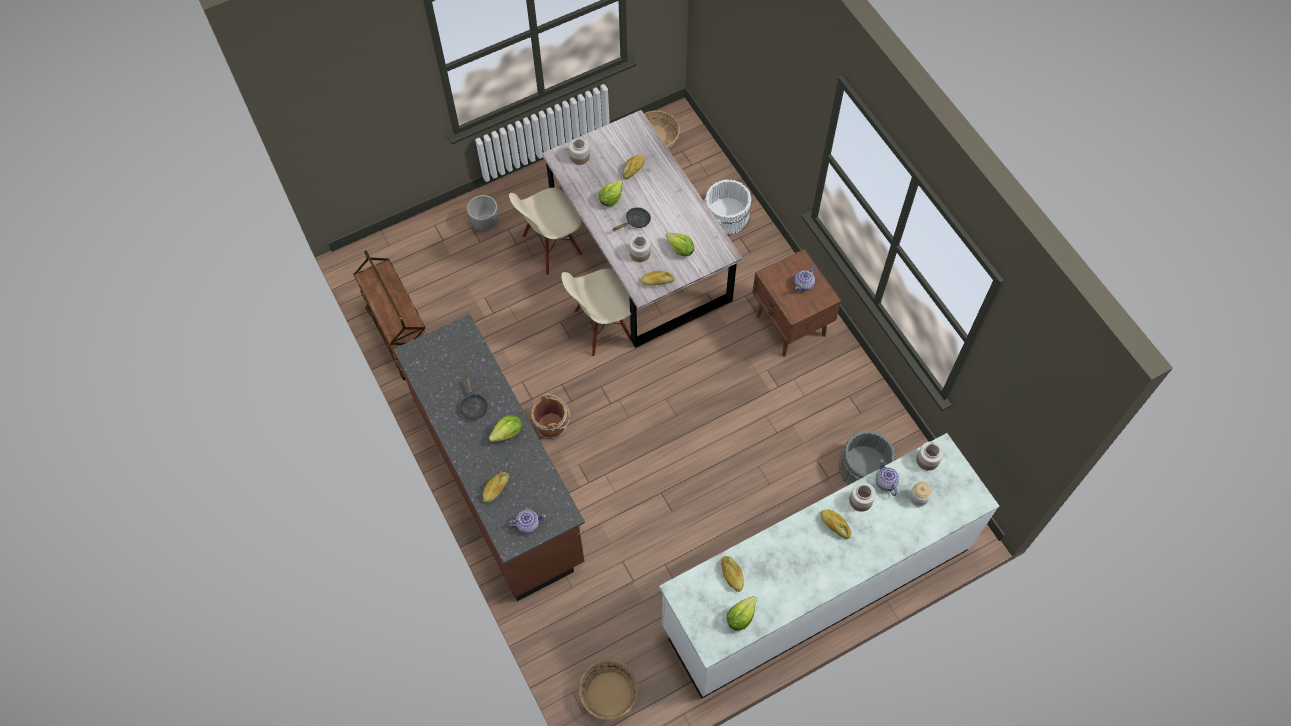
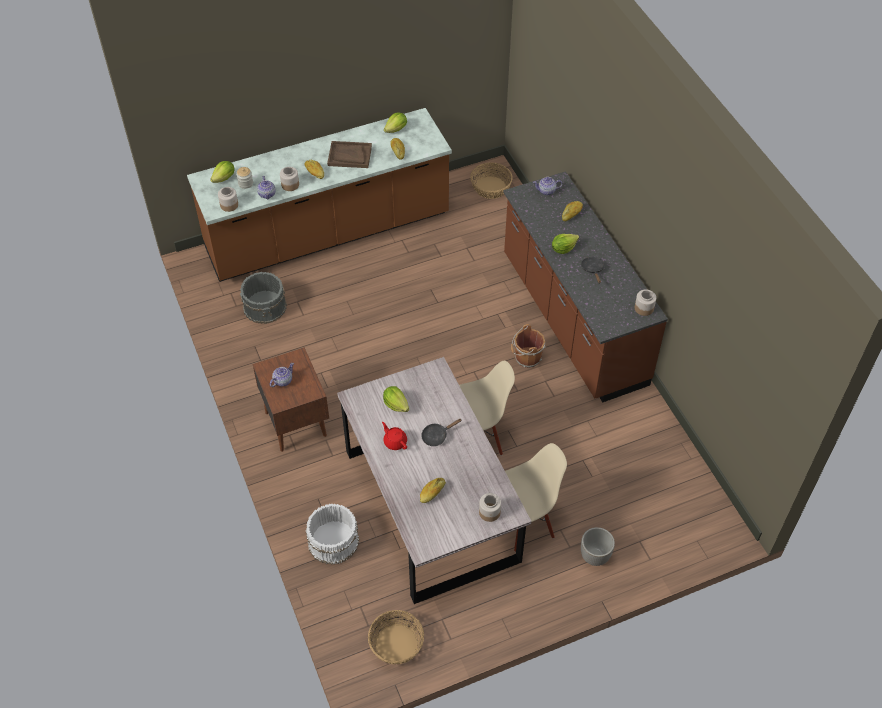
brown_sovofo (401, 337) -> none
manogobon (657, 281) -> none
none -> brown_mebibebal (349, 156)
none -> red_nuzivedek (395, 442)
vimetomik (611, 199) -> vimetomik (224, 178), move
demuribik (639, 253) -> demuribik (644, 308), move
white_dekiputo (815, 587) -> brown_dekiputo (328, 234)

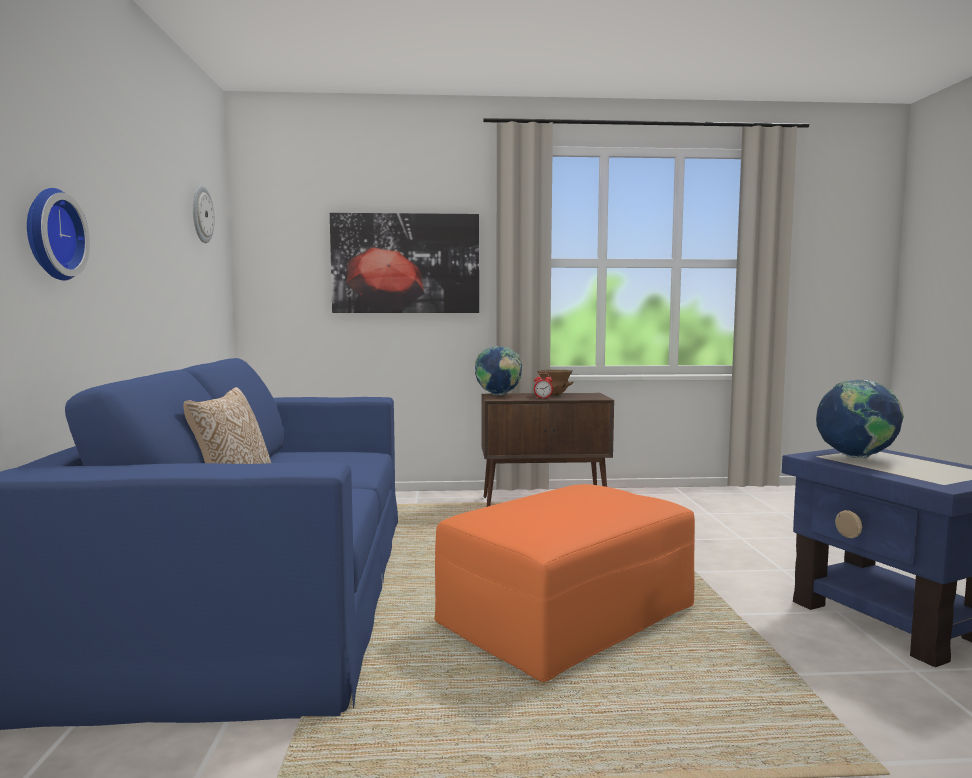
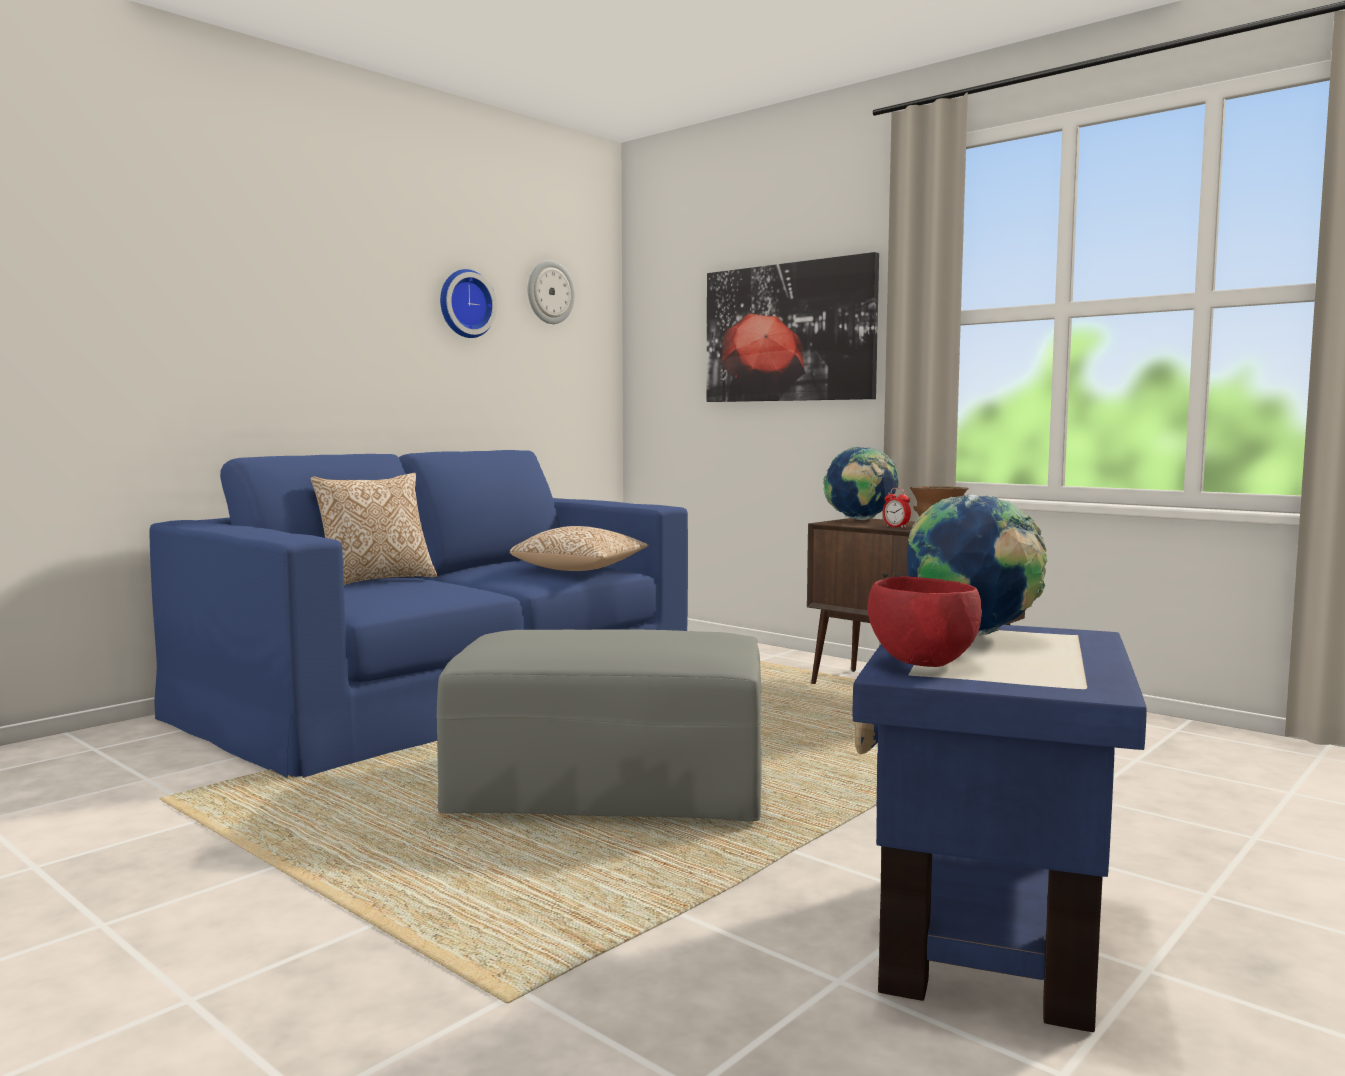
none -> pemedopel (580, 570)
none -> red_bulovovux (921, 662)
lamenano (50, 234) -> lamenano (464, 304), move
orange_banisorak (567, 617) -> grey_banisorak (611, 787)

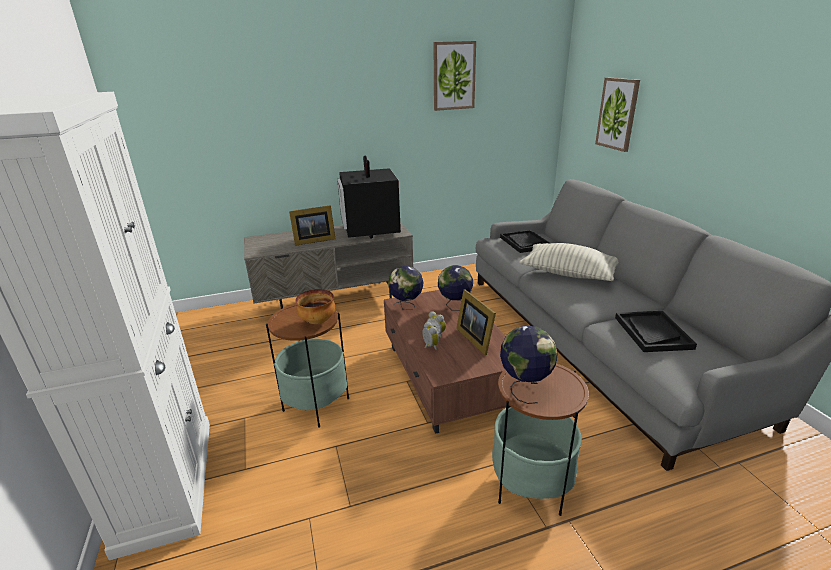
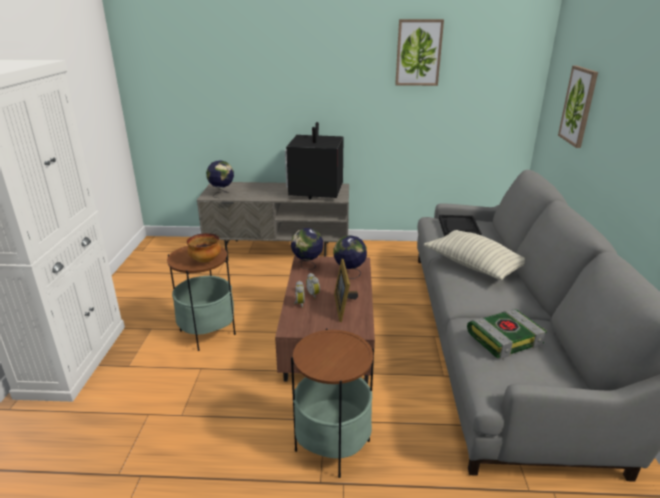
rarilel (313, 240) -> none
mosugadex (524, 388) -> mosugadex (222, 194), move
black_mebibebal (652, 332) -> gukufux (504, 338)

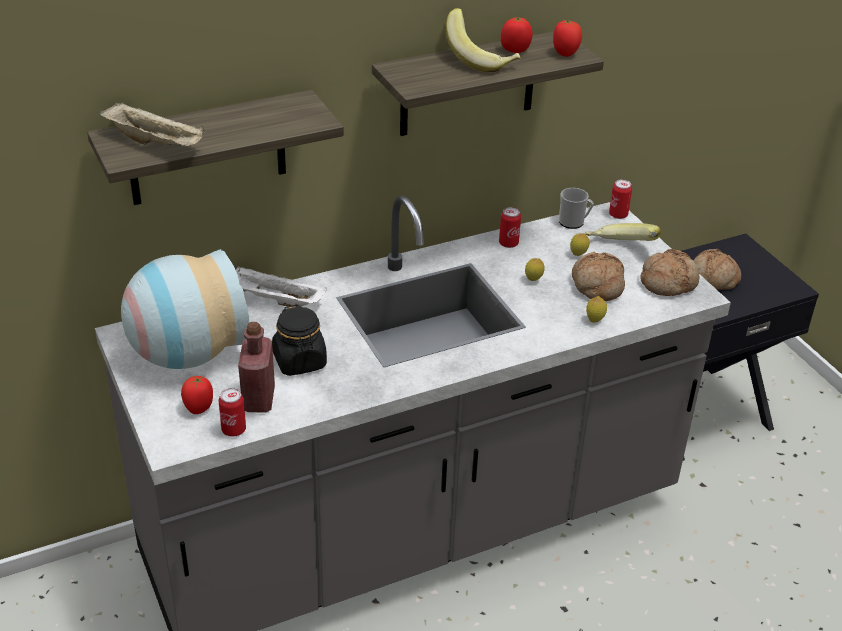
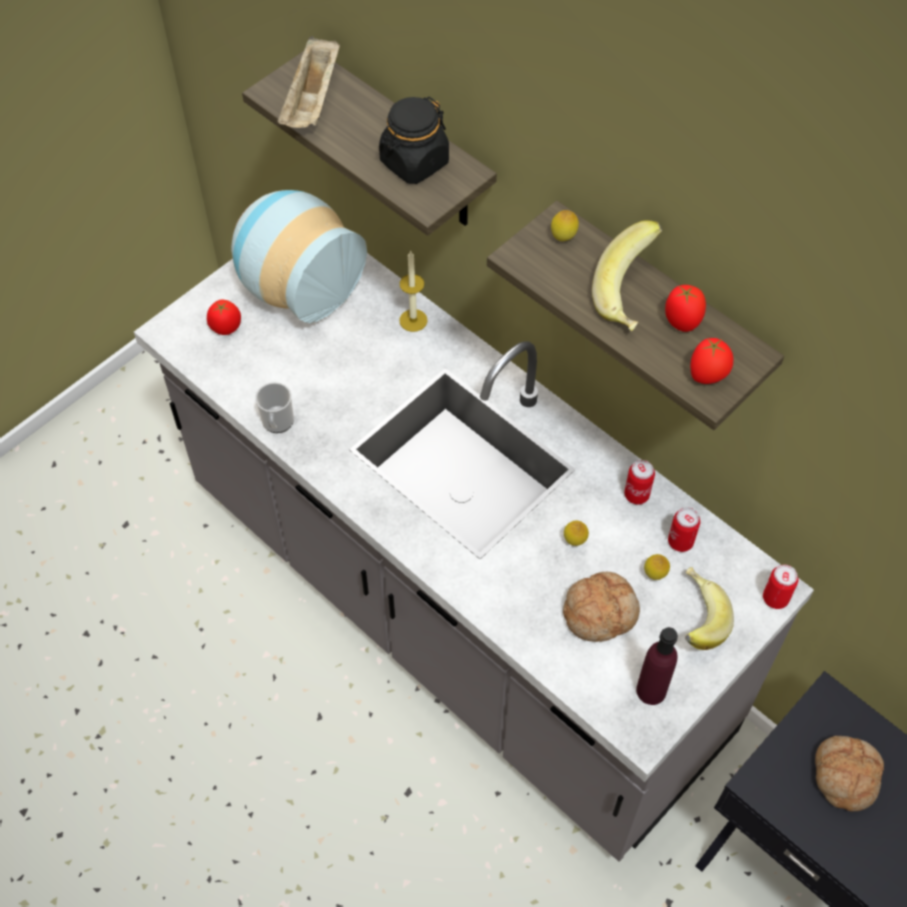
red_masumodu (258, 399) -> none
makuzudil (233, 430) -> makuzudil (680, 541), move
black_demuribik (300, 361) -> black_demuribik (414, 162), move
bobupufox (574, 222) -> bobupufox (277, 423), move
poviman (594, 320) -> poviman (563, 238), move
white_mebibebal (275, 300) -> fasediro (413, 320)
manogobon (668, 282) -> purple_masumodu (651, 690)

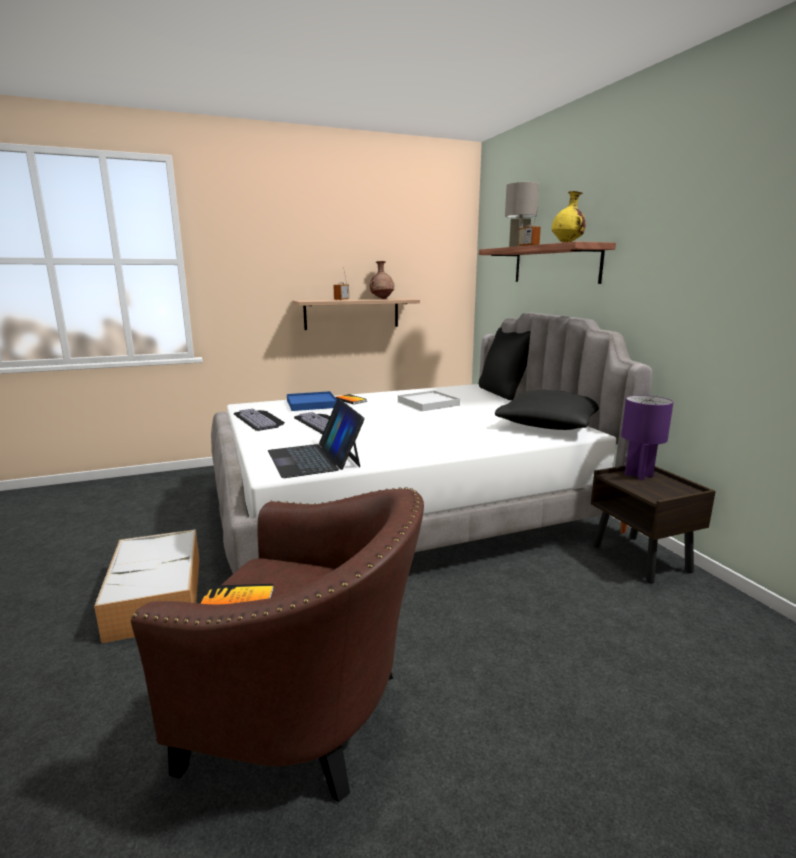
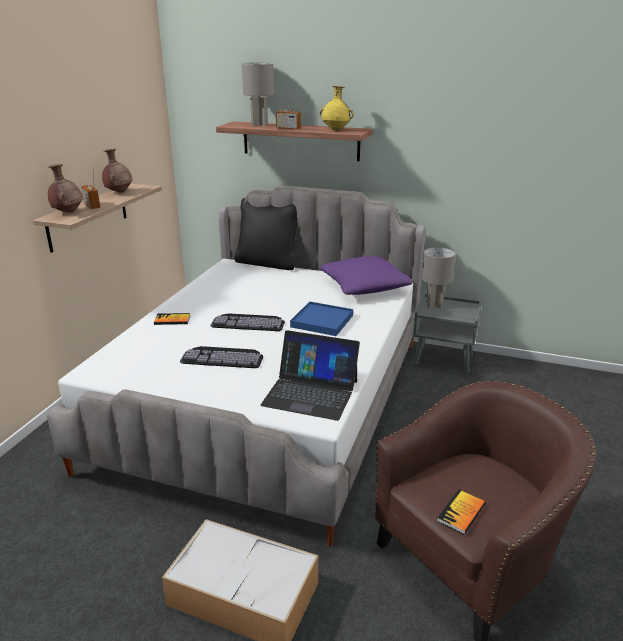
white_mebibebal (428, 403) -> none
none -> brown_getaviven (68, 212)
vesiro (260, 420) -> vesiro (249, 322), move
blue_mebibebal (312, 404) -> blue_mebibebal (322, 321), move
black_pemedopel (548, 425) -> purple_pemedopel (364, 287)
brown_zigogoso (641, 559) -> grey_zigogoso (443, 360)
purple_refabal (639, 475) -> grey_refabal (434, 305)

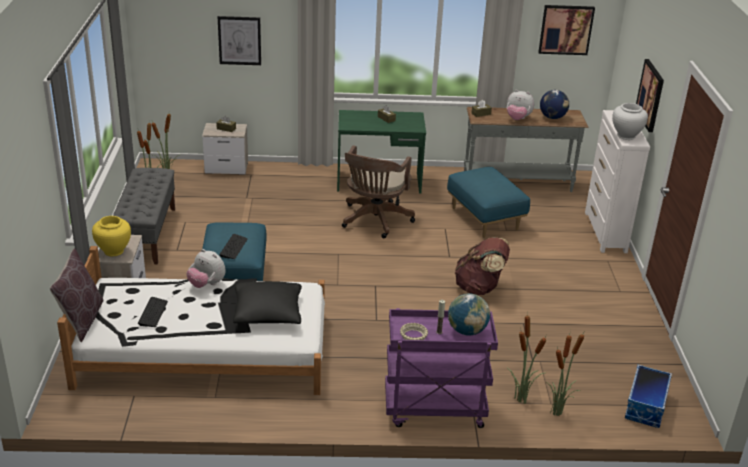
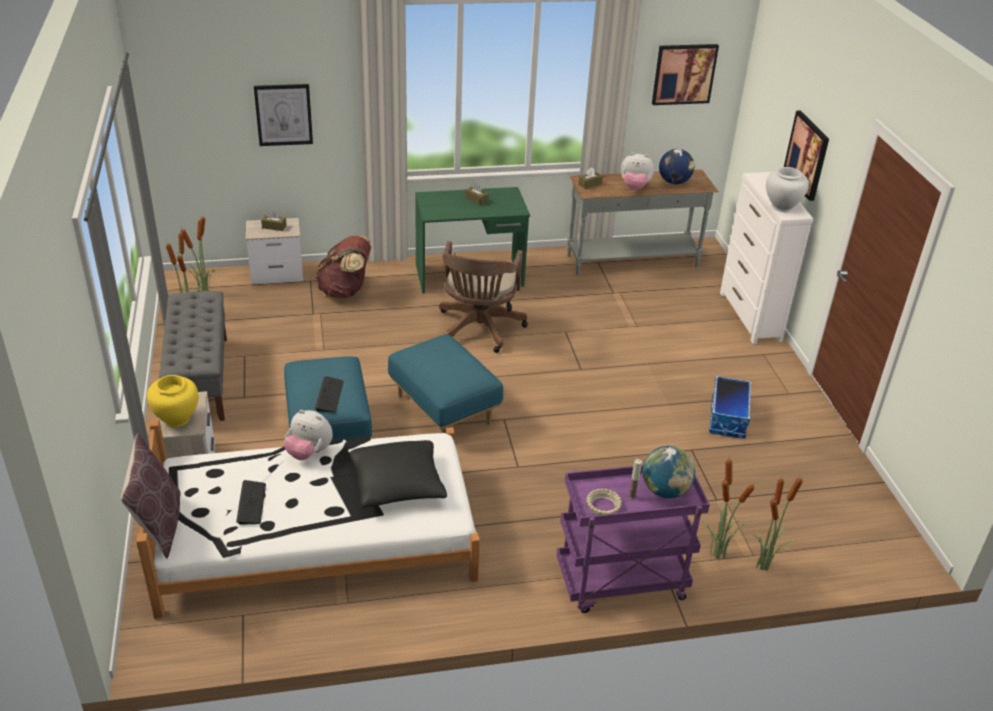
blue_banisorak (485, 219) -> blue_banisorak (445, 410), move
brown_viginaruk (479, 288) -> brown_viginaruk (345, 291), move
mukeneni (646, 406) -> mukeneni (728, 418), move

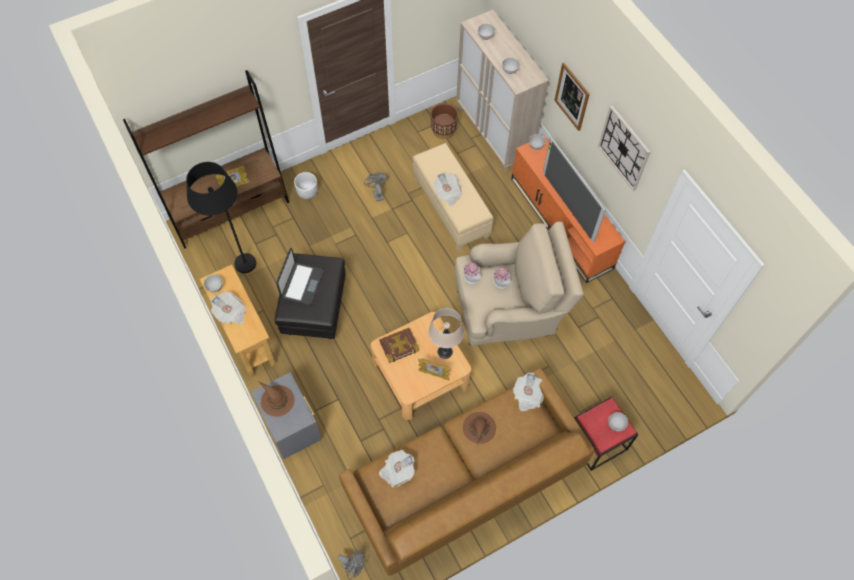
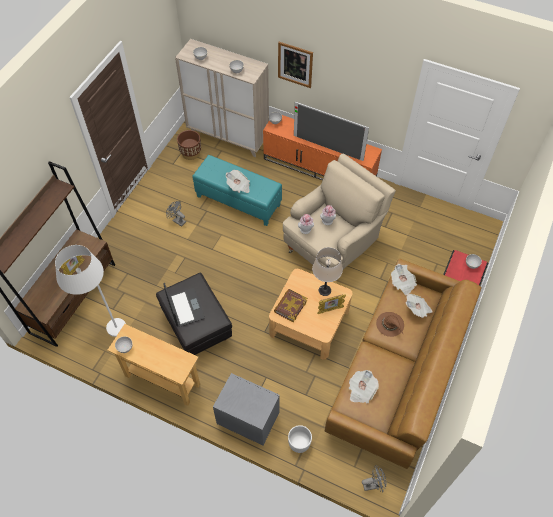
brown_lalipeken (277, 400) -> none
lamenano (624, 148) -> none
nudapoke (231, 313) -> nudapoke (417, 309), move
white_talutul (307, 192) -> white_talutul (299, 443), move
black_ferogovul (236, 257) -> white_ferogovul (105, 328)
beige_banisorak (451, 208) -> turquoise_banisorak (239, 200)

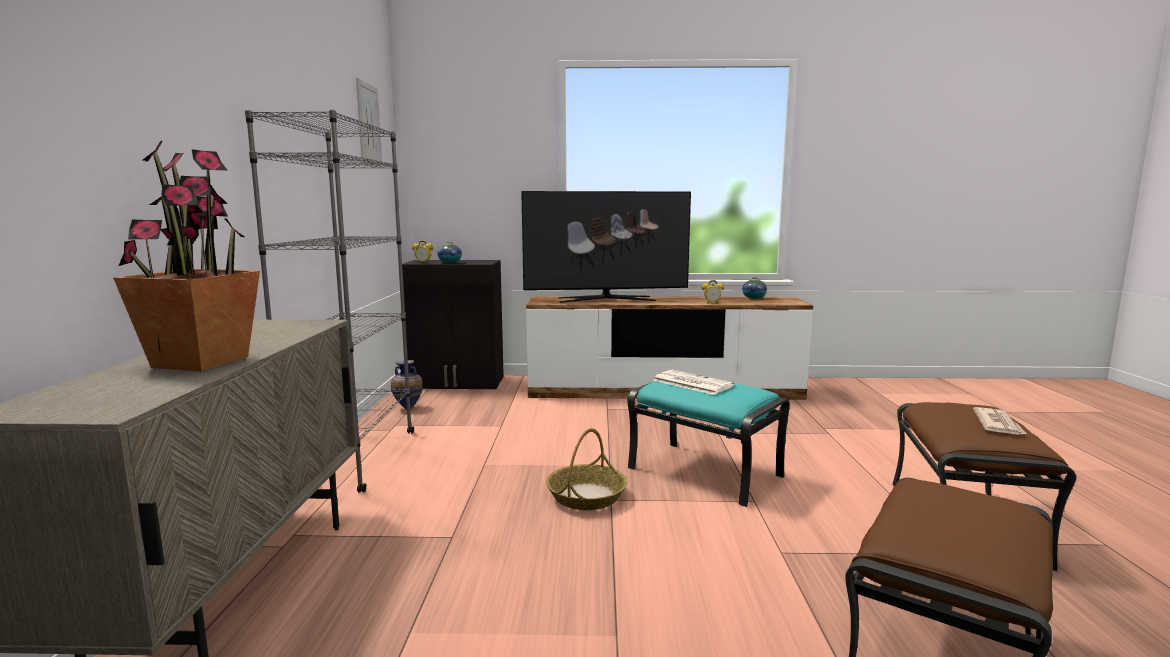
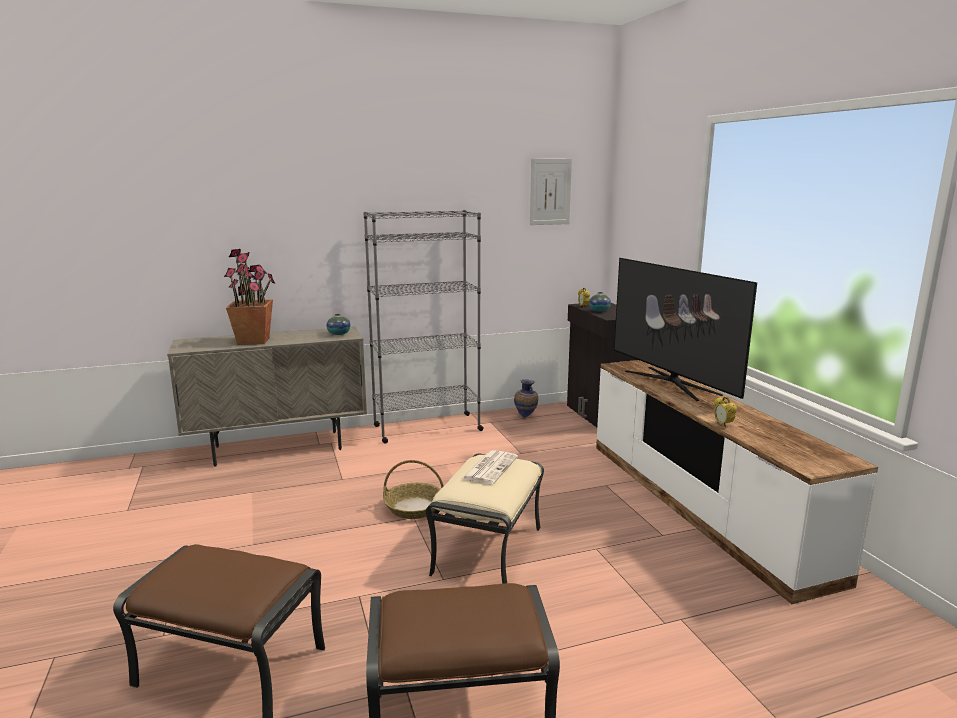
nudapoke (998, 424) -> none
getaviven (754, 298) -> getaviven (339, 334), move
turquoise_banisorak (706, 472) -> beige_banisorak (489, 551)

